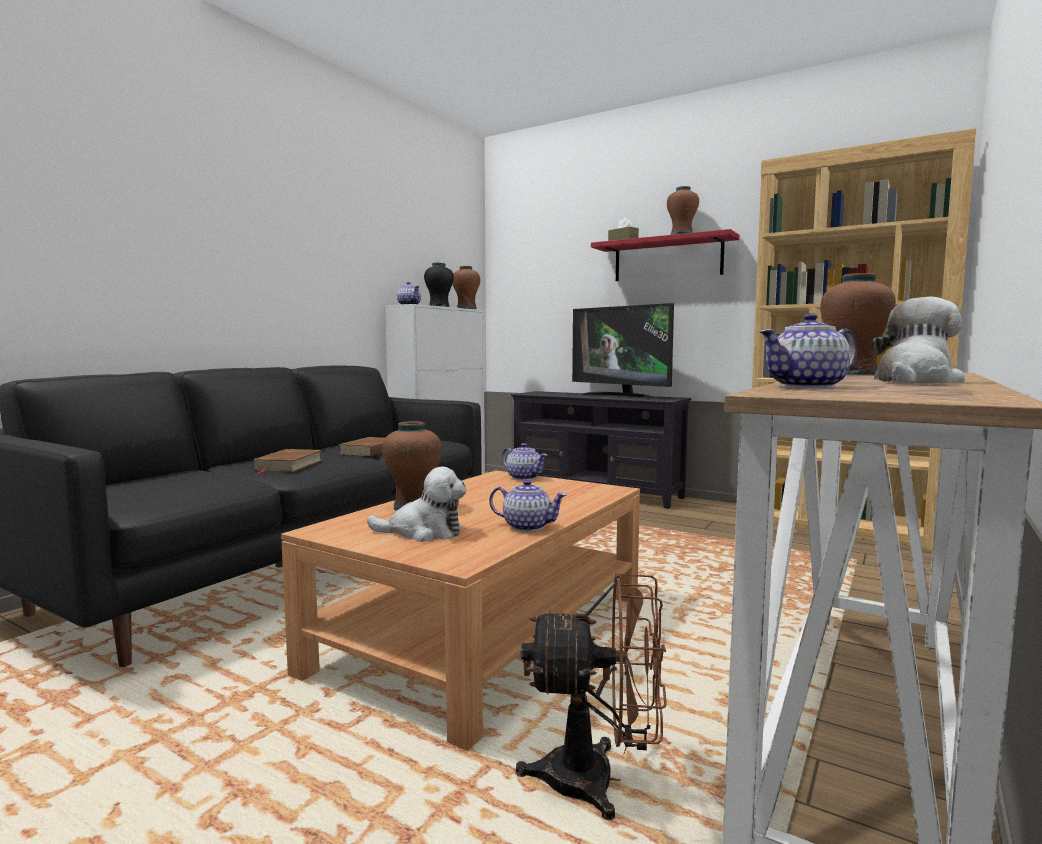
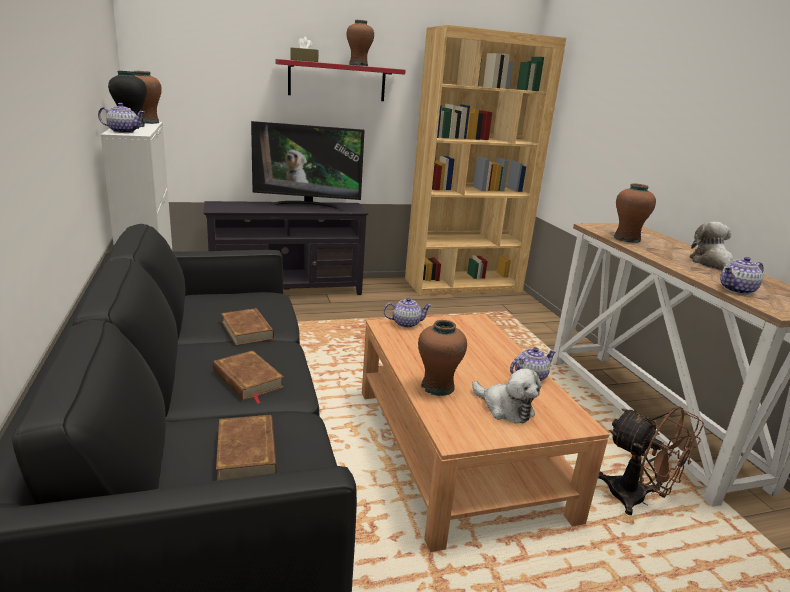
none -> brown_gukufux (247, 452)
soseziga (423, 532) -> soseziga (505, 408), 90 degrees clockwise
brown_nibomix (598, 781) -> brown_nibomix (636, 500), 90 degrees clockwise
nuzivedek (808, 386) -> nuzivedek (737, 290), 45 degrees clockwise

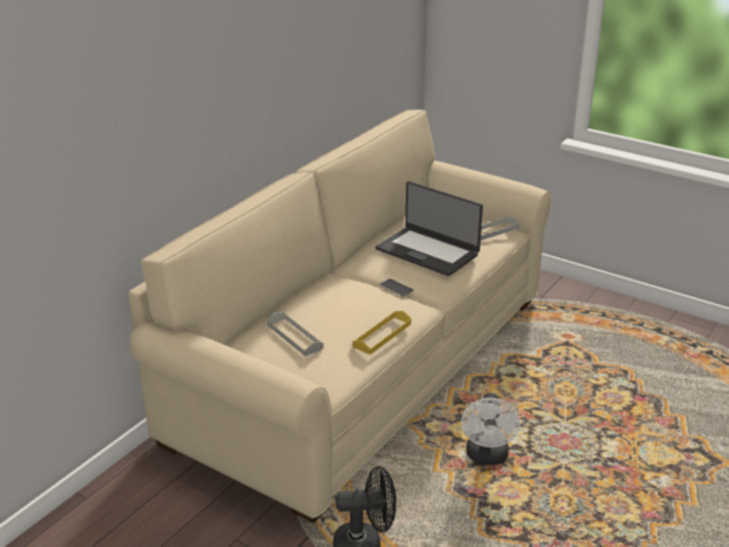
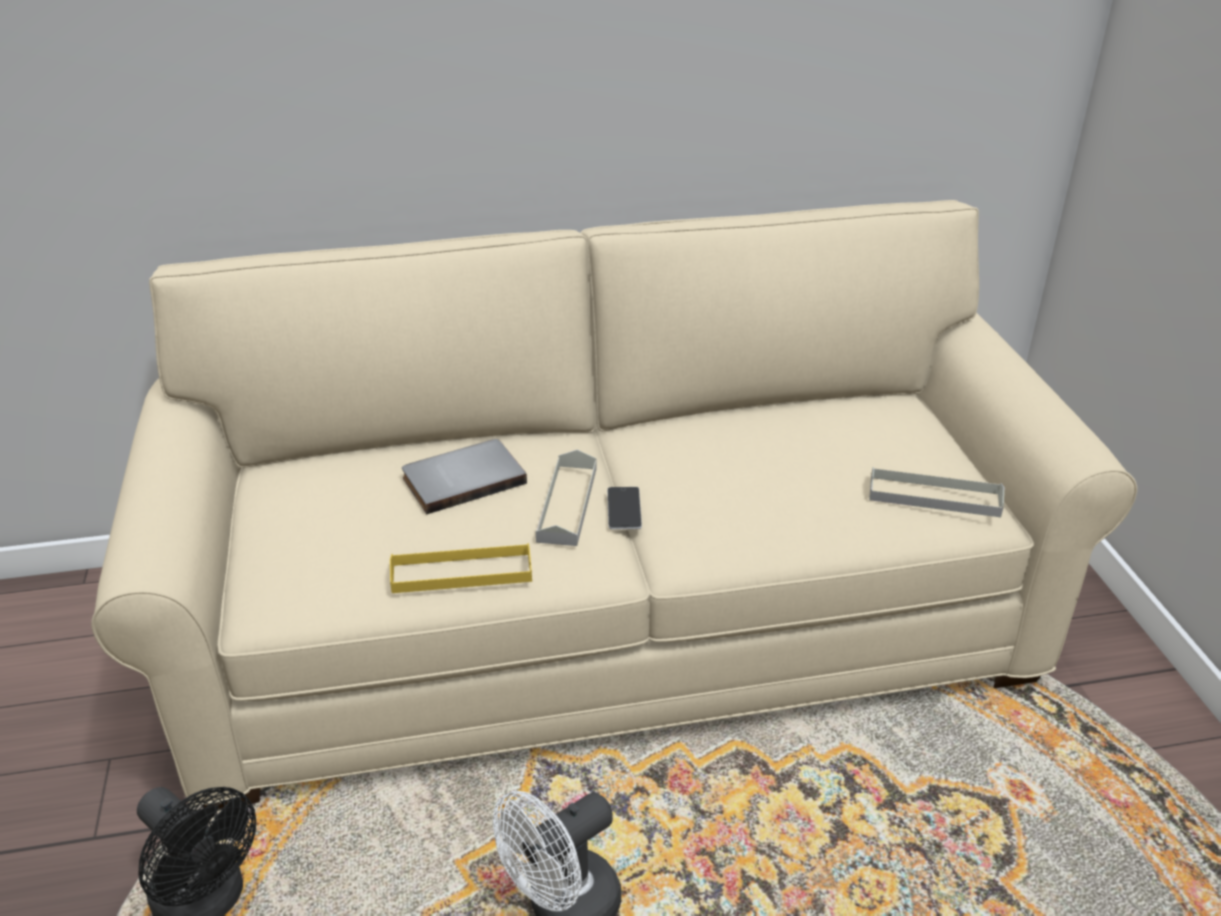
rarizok (428, 251) -> none
none -> grey_gukufux (462, 478)
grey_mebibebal (294, 336) -> grey_mebibebal (567, 504), move

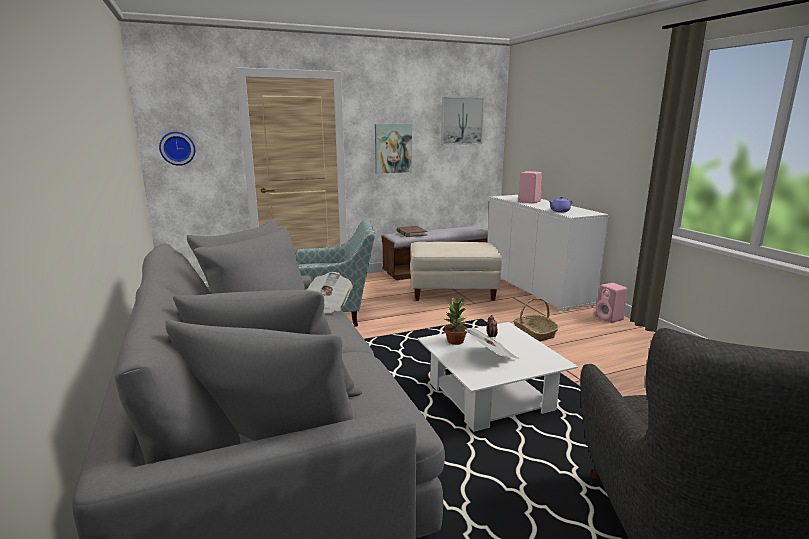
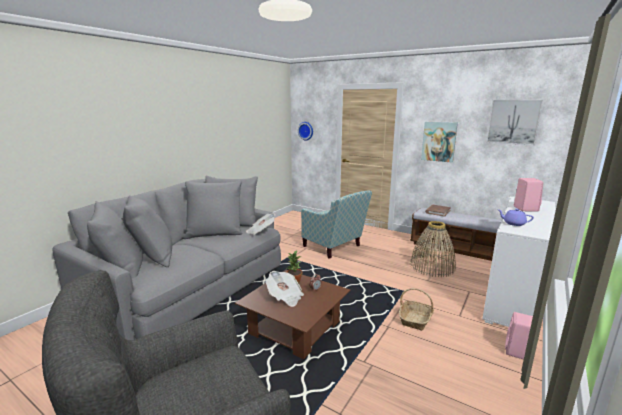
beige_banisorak (452, 291) -> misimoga (432, 266)
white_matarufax (490, 397) -> brown_matarufax (295, 328)

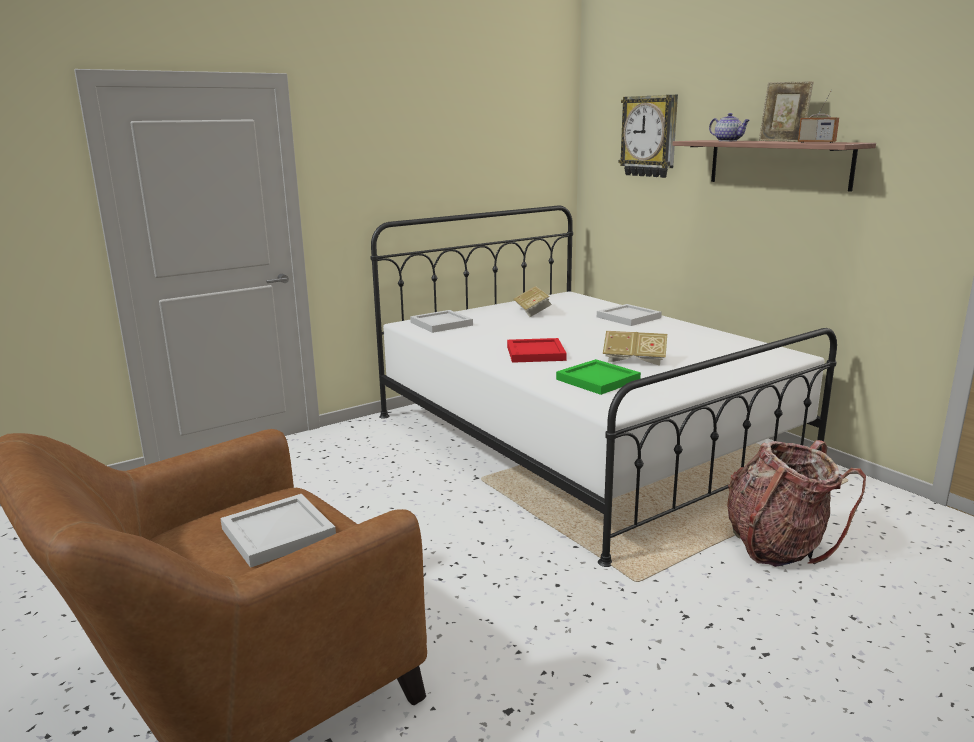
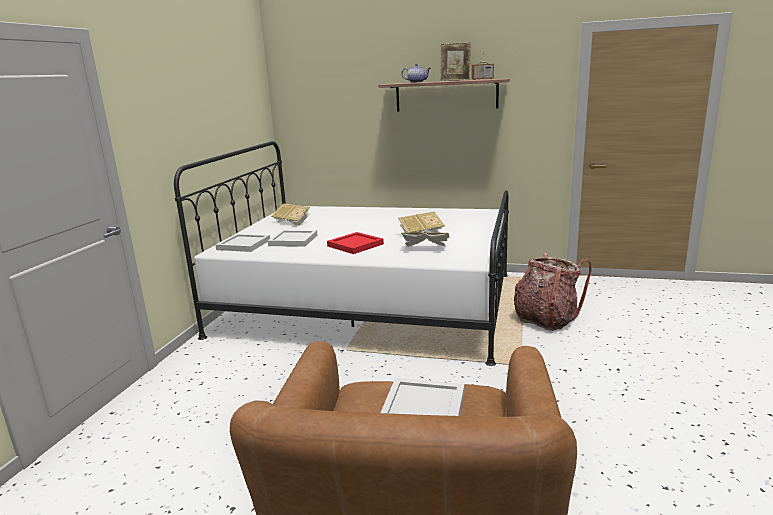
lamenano (649, 136) -> none
white_mebibebal (627, 317) -> white_mebibebal (292, 240), move
green_mebibebal (596, 380) -> gukufux (425, 249)

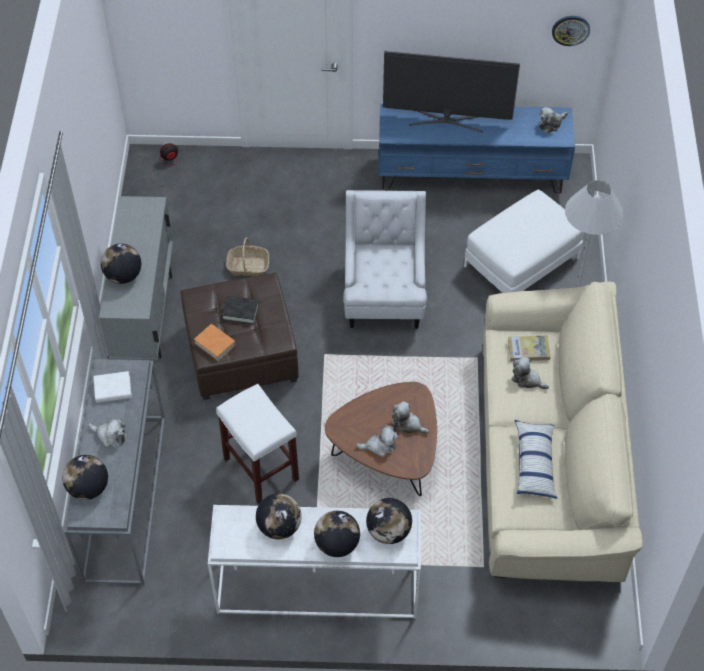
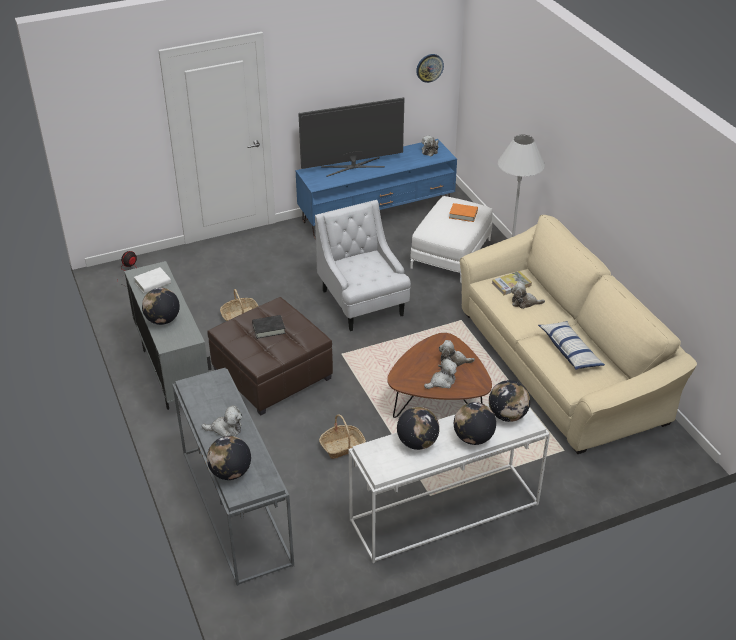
white_gukufux (113, 389) -> white_gukufux (152, 283), move
orange_gukufux (215, 344) -> orange_gukufux (463, 214), move
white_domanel (262, 469) -> misimoga (342, 446)

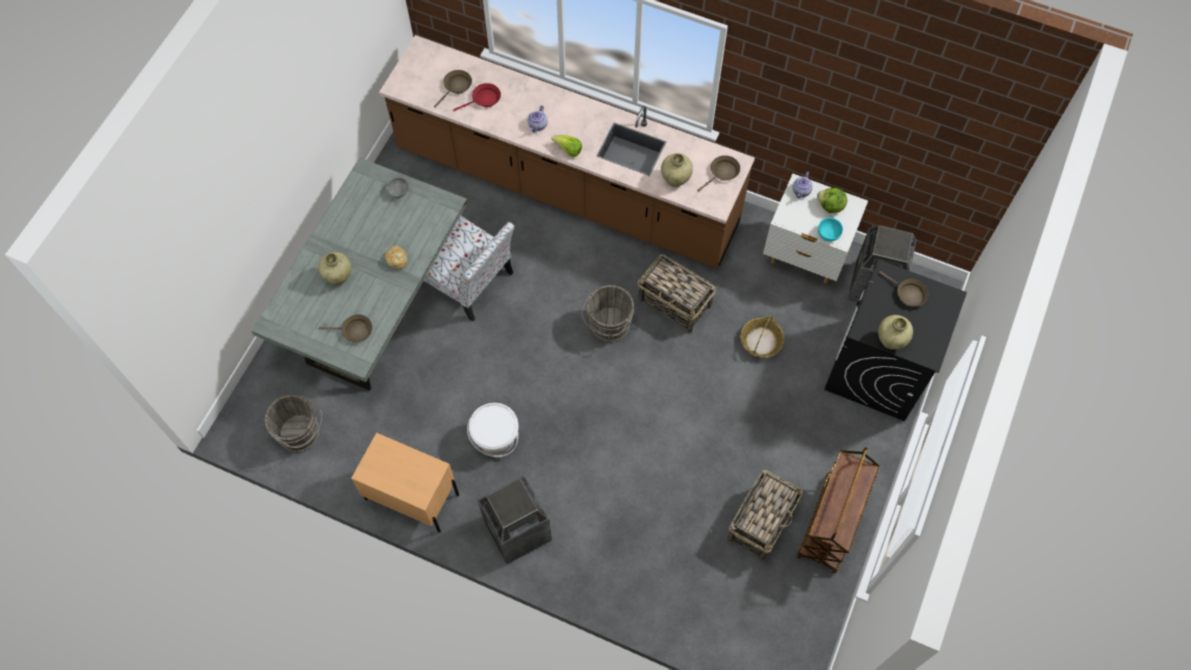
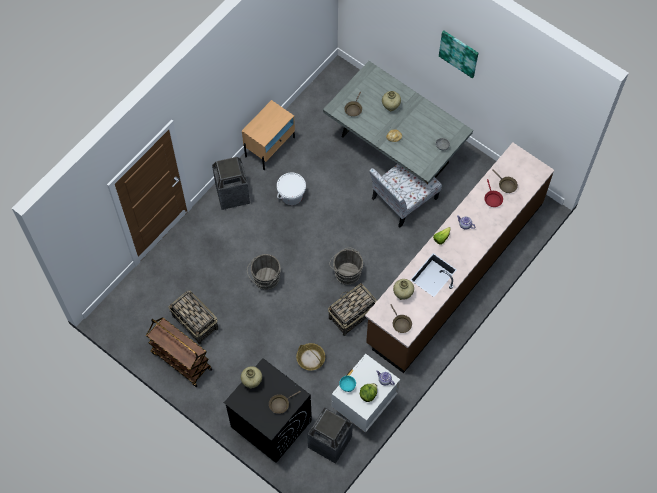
none -> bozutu (459, 53)
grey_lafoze (301, 434) -> grey_lafoze (265, 279), move

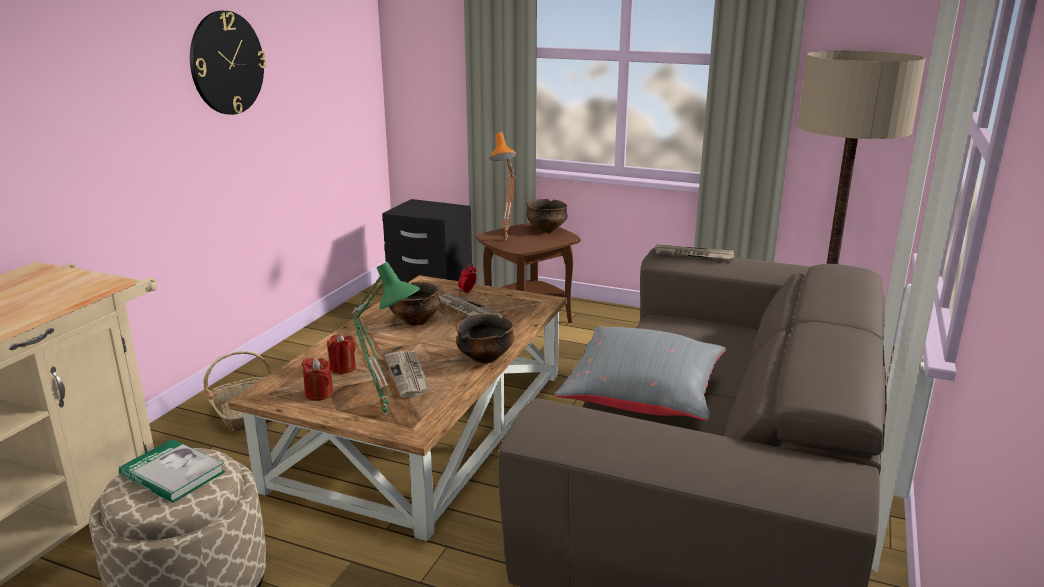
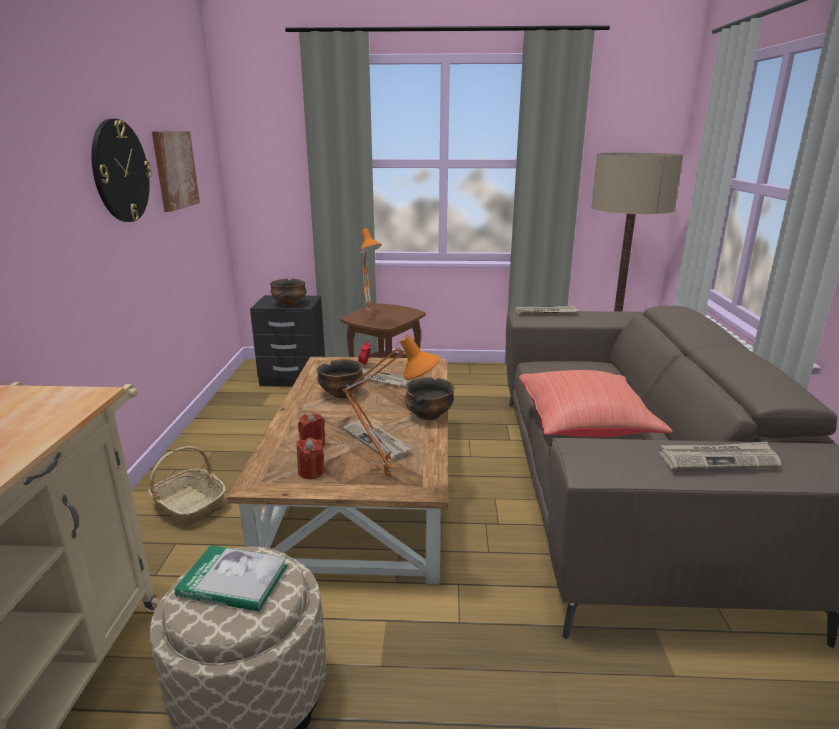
none -> bozutu (174, 170)
none -> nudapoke (718, 459)
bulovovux (546, 229) -> bulovovux (289, 304), move
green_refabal (388, 414) -> orange_refabal (390, 477)
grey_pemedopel (644, 398) -> red_pemedopel (585, 425)

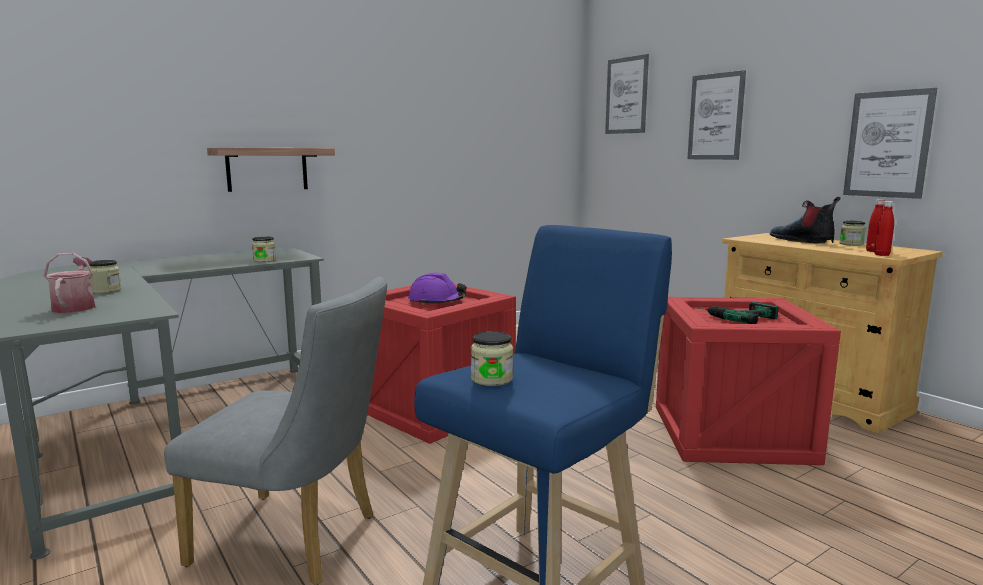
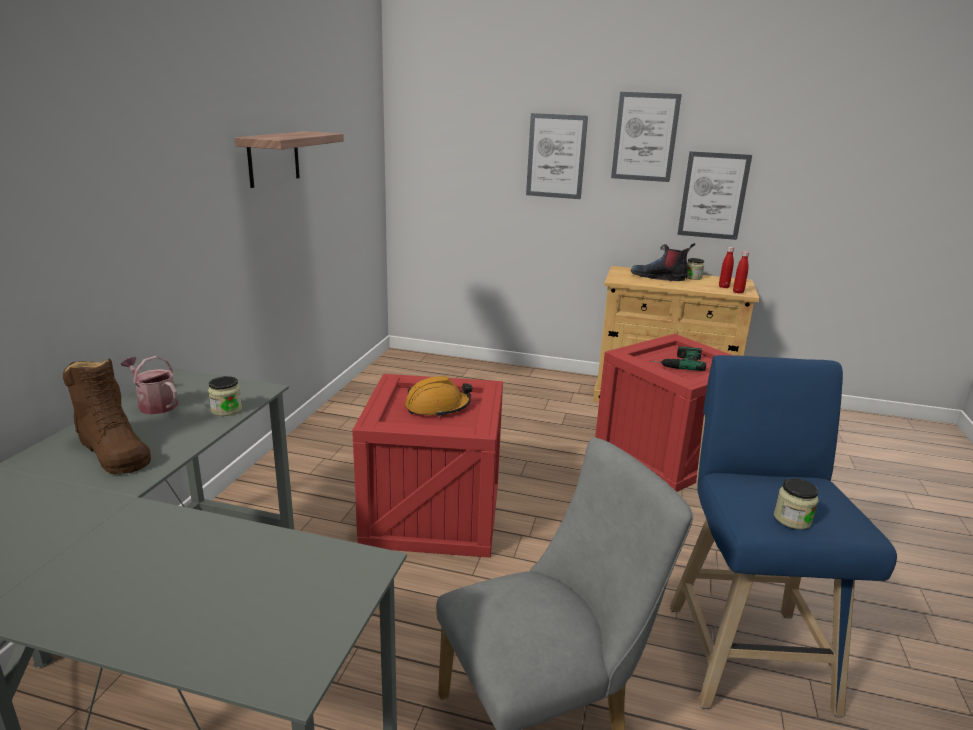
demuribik (105, 290) -> none
none -> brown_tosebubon (113, 451)
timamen (75, 306) -> timamen (155, 404), move
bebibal (267, 169) -> bebibal (273, 158), move
bozutu (626, 95) -> bozutu (645, 137), move
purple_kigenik (436, 302) -> orange_kigenik (437, 407)

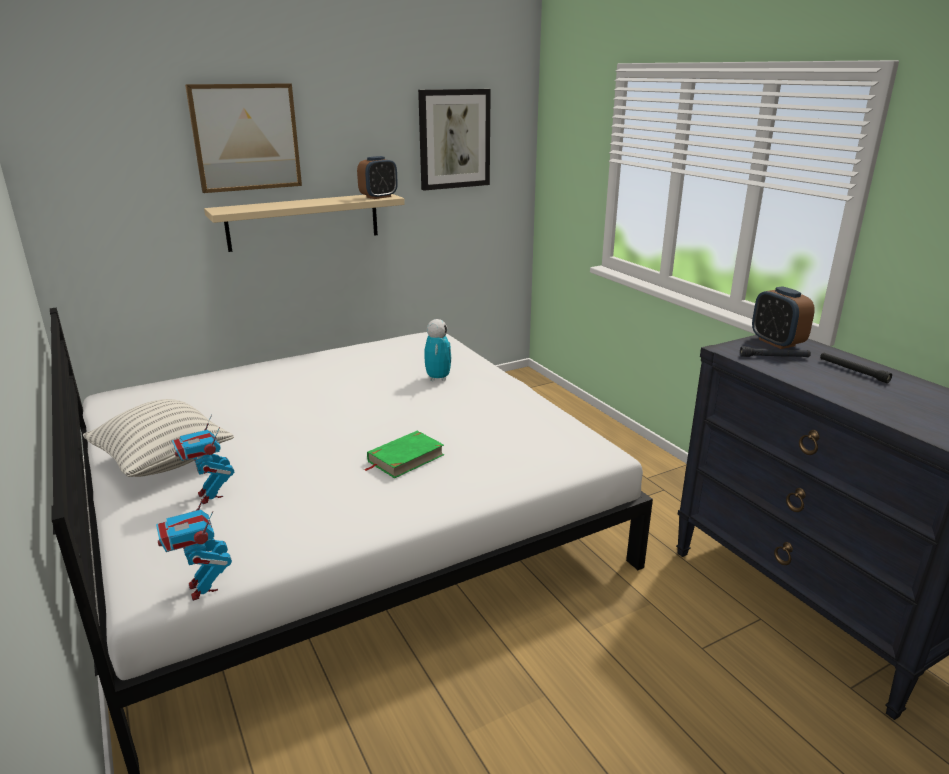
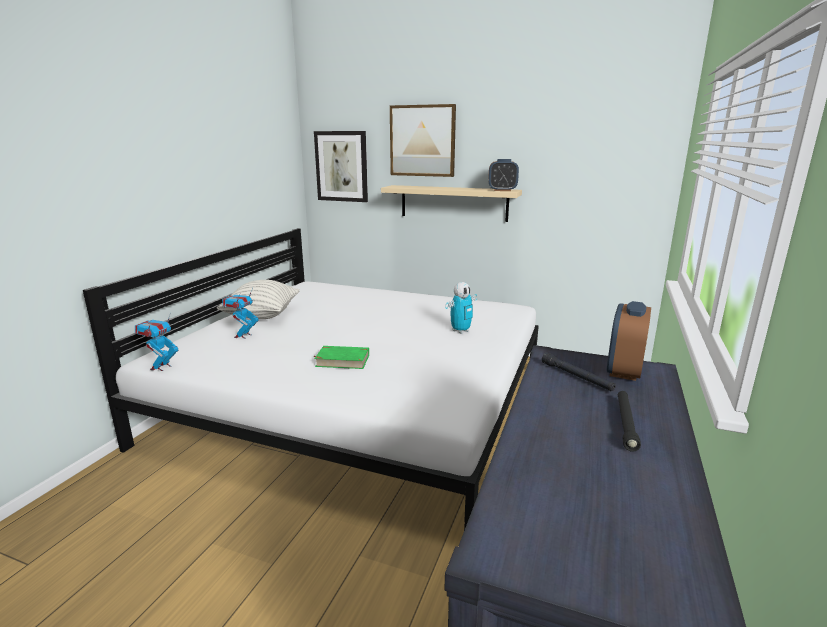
bozutu (454, 139) -> bozutu (342, 166), move

